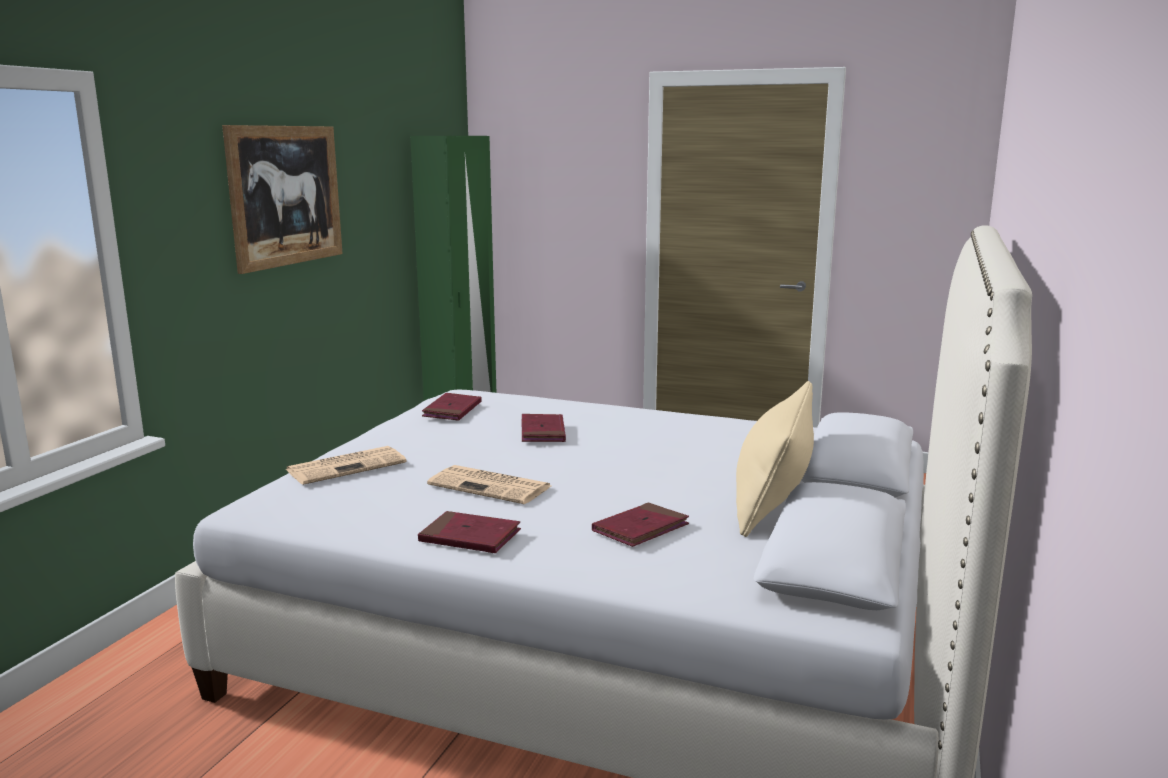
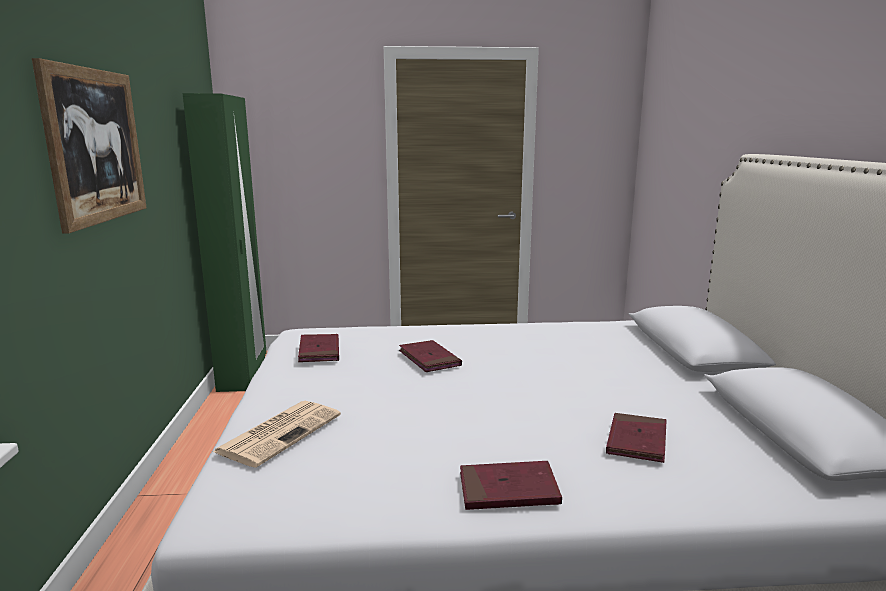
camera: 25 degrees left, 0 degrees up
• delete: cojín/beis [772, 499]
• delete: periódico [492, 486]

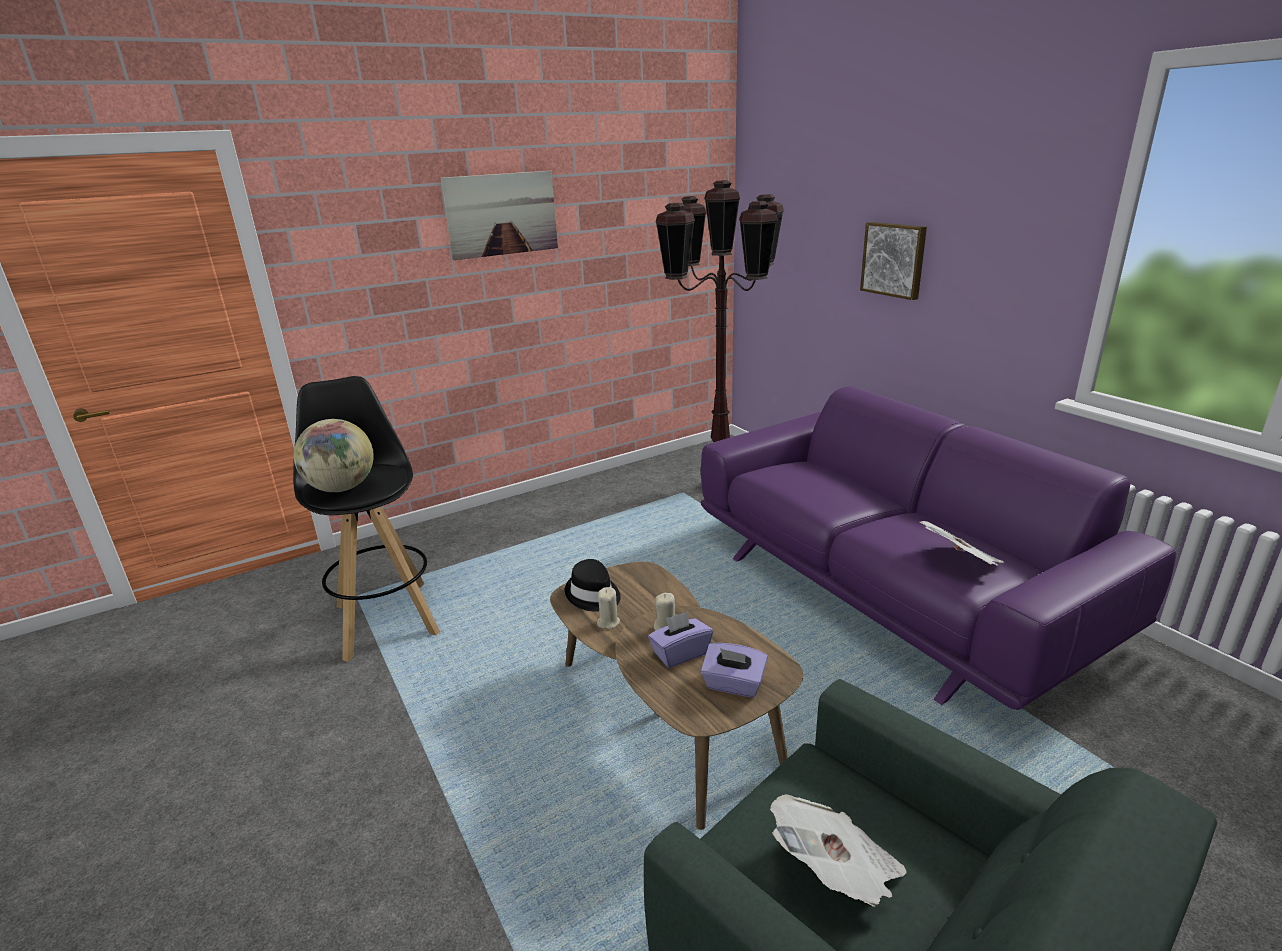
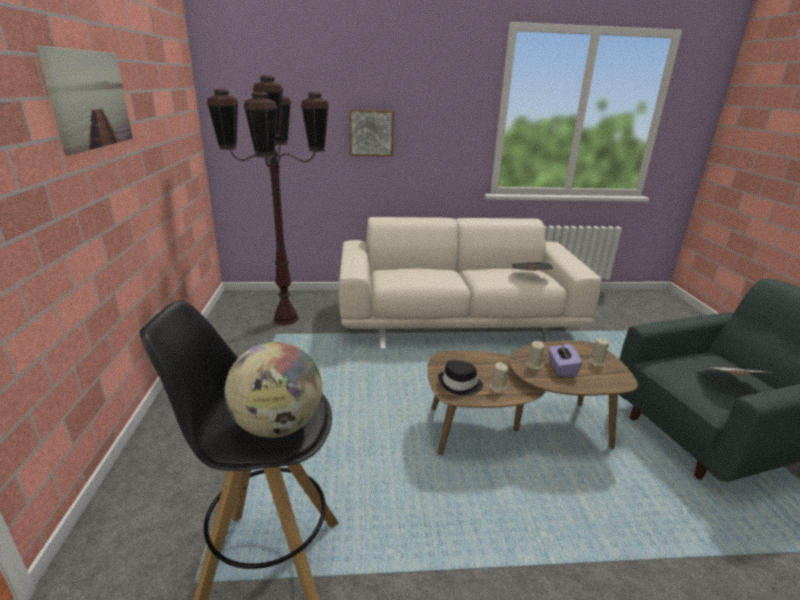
camera: 65 degrees left, 0 degrees up
• recolor: sofá/morado [889, 591] to sofá/beis [457, 320]
• replace: caja de pañuelos/morado [733, 685] to vela/beis [597, 363]

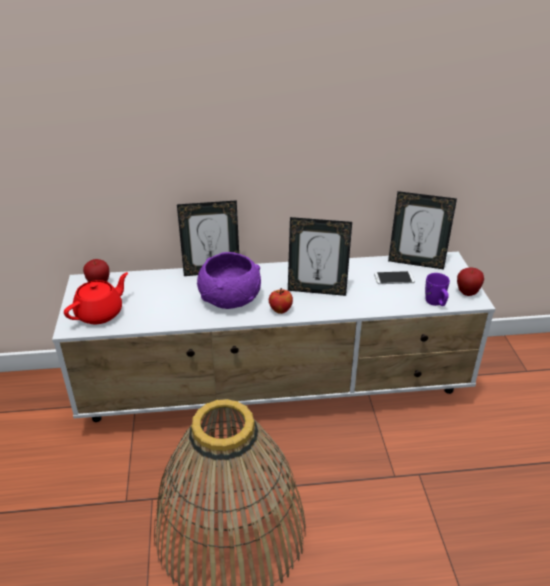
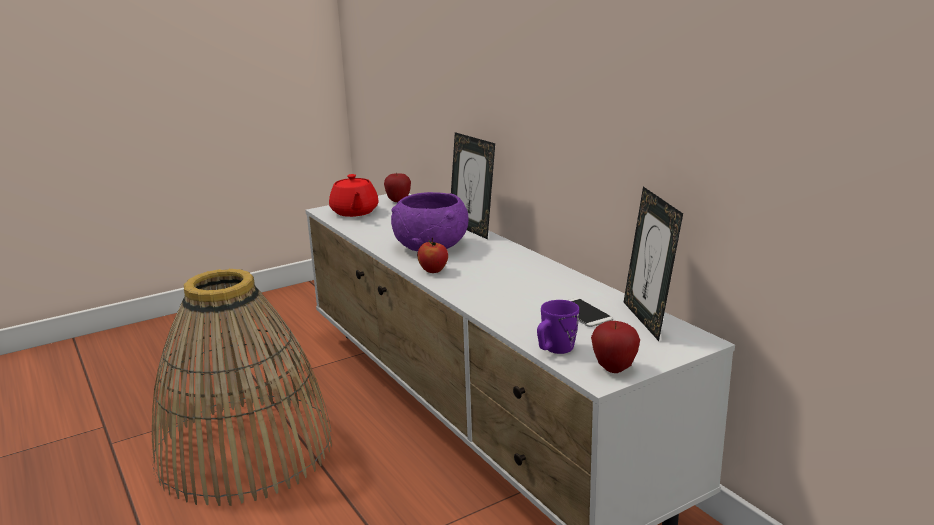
camera: 65 degrees right, 15 degrees down
• delete: portarretratos [317, 290]
• rotate: tetera/rojo [100, 313] = [354, 212] 60 degrees clockwise

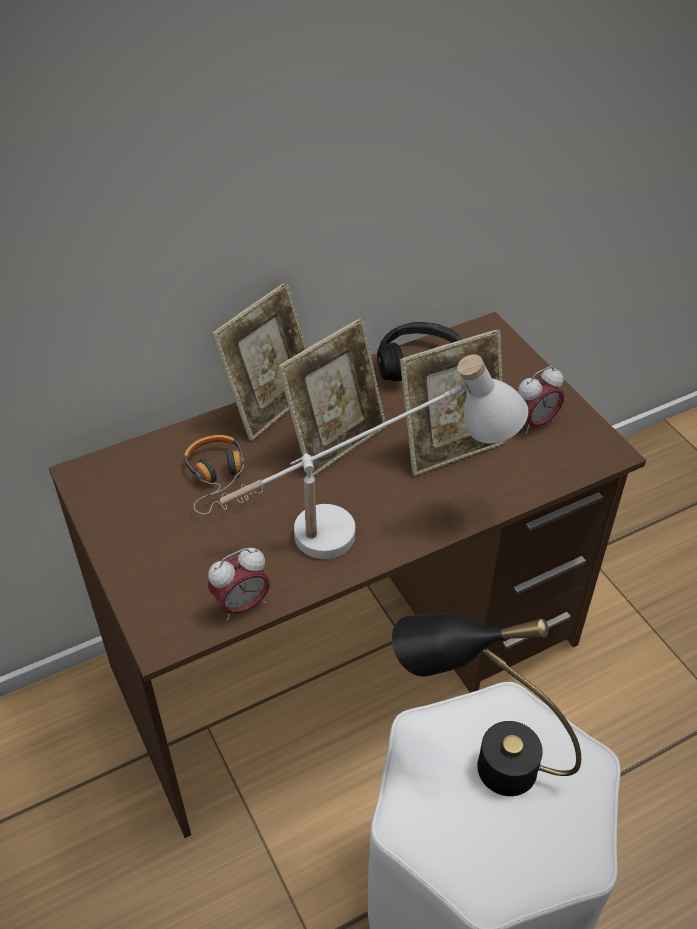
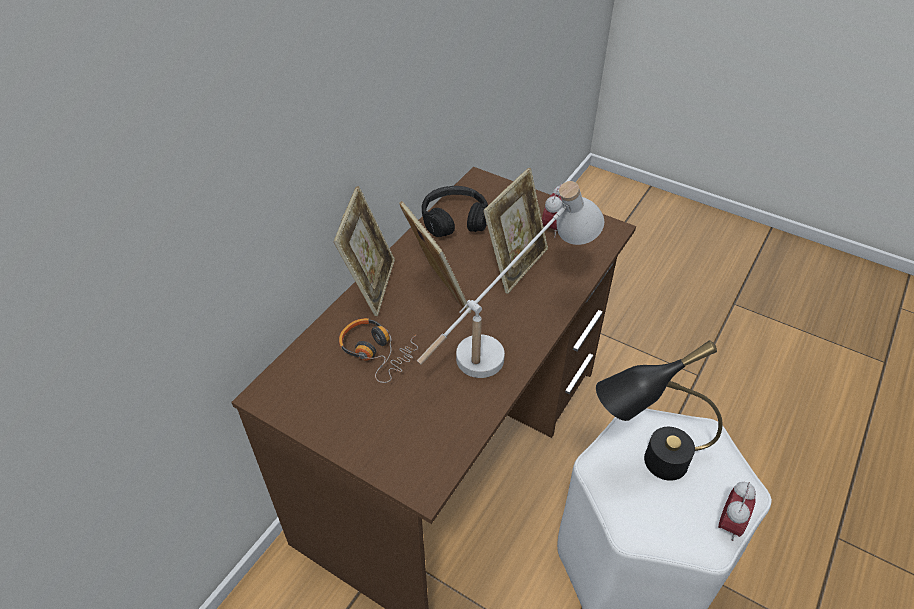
camera: 30 degrees left, 0 degrees up
• rotate: portarretratos [336, 441] = [436, 292] 45 degrees counterclockwise
• move: despertador [241, 605] to [729, 524]

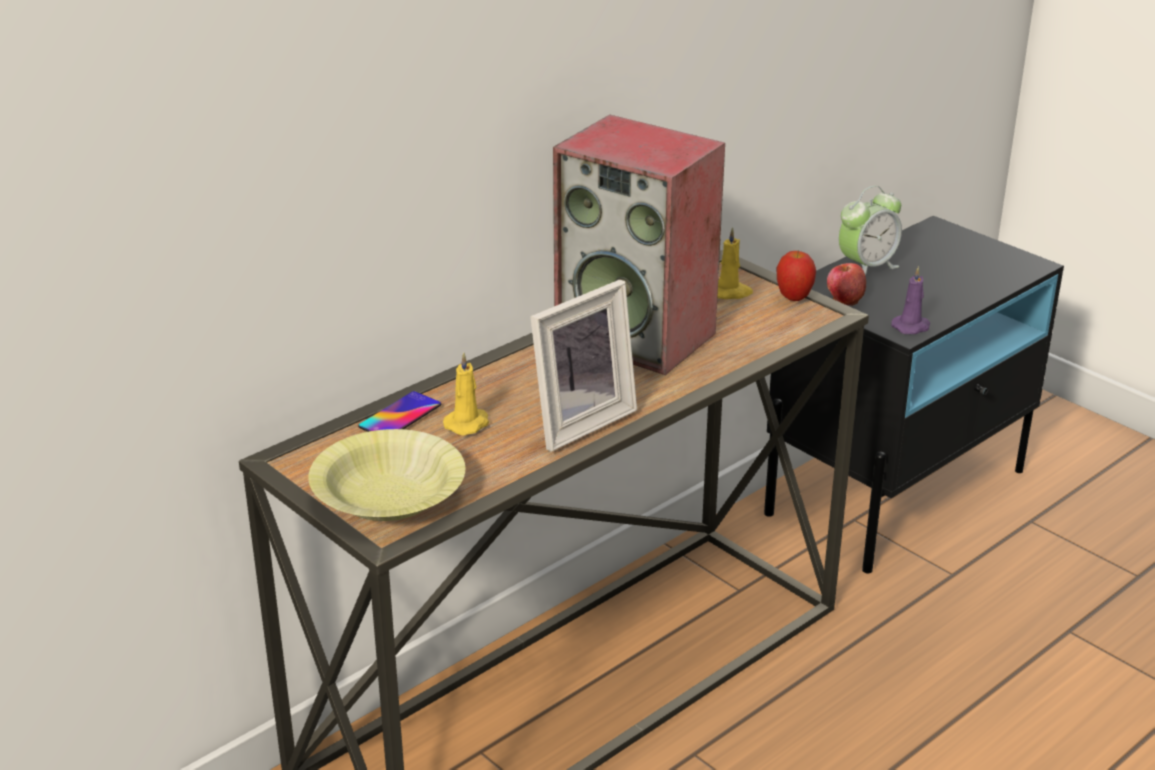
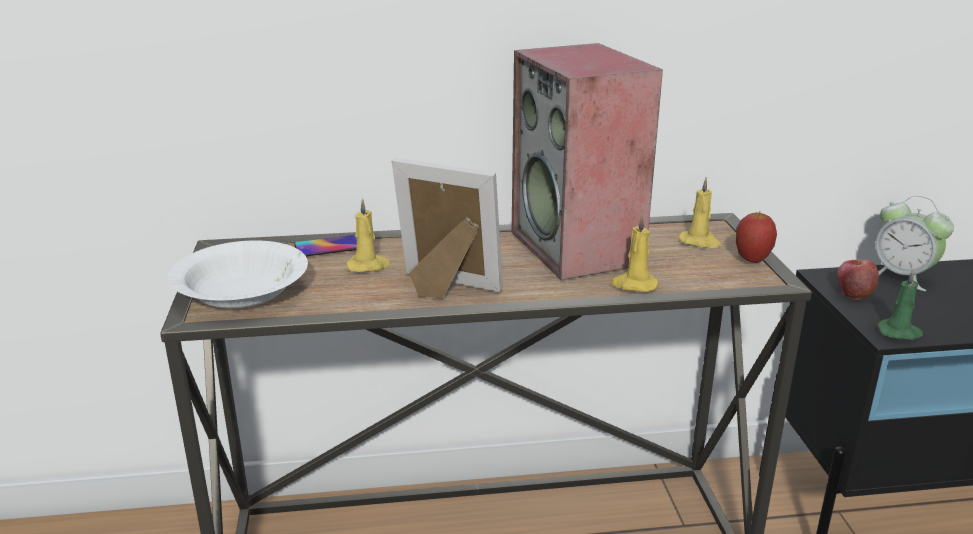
camera: 35 degrees right, 5 degrees down
• rotate: despertador [866, 267] = [902, 276] 45 degrees clockwise
• recolor: vela/morado [912, 327] to vela/verde [900, 332]
• rotate: portarretratos [578, 421] = [445, 289] 150 degrees counterclockwise
• recolor: cuenco/amarillo [389, 495] to cuenco/blanco [242, 291]
• insert: vela/amarillo [633, 284]

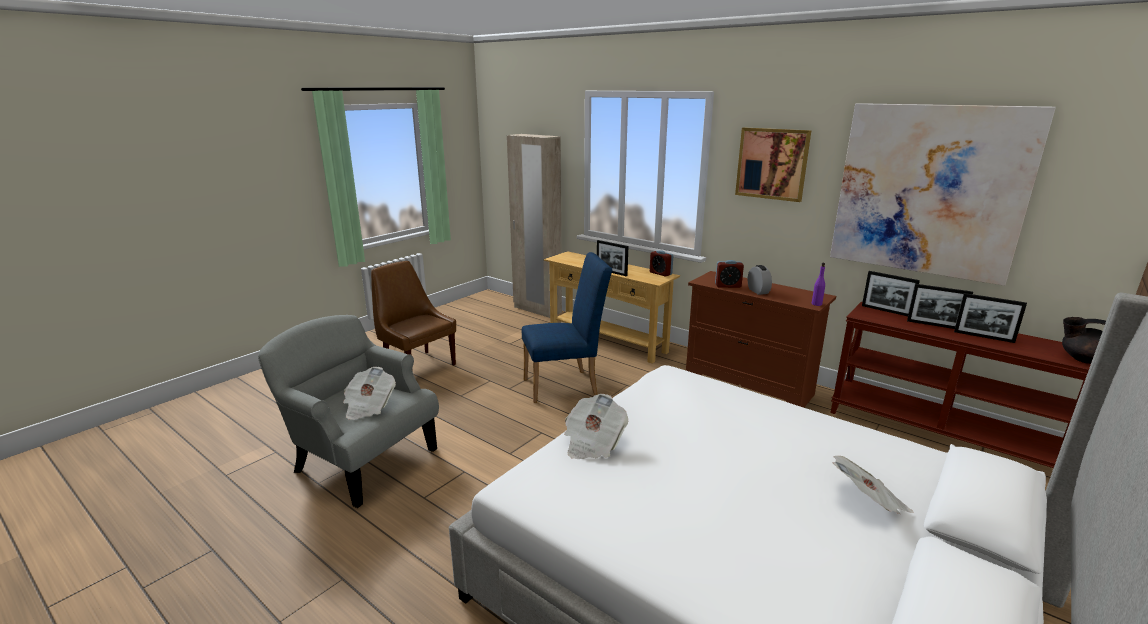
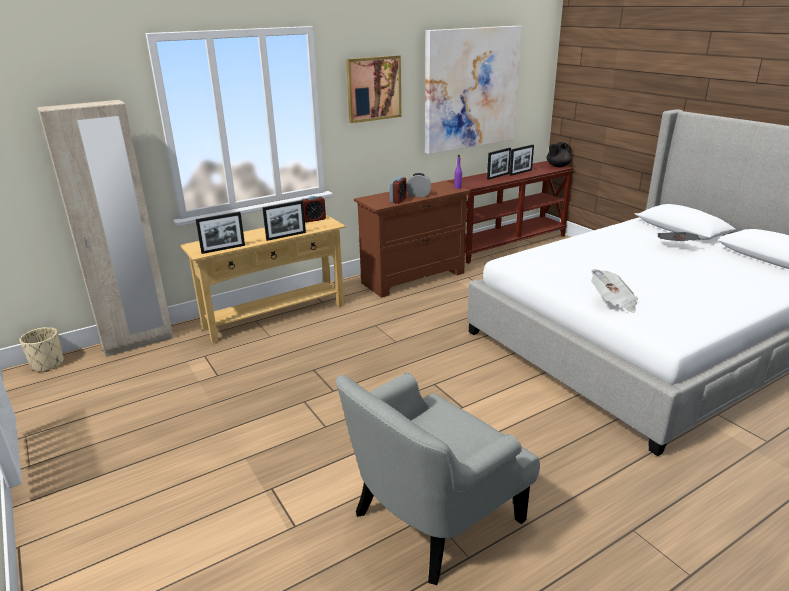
camera: 70 degrees left, 5 degrees up
• delete: silla/azul [566, 385]
• delete: silla/marrón [417, 366]
• move: portarretratos [886, 311] to [223, 249]
• delete: periódico [369, 406]
• insert: maceta/beis [48, 364]

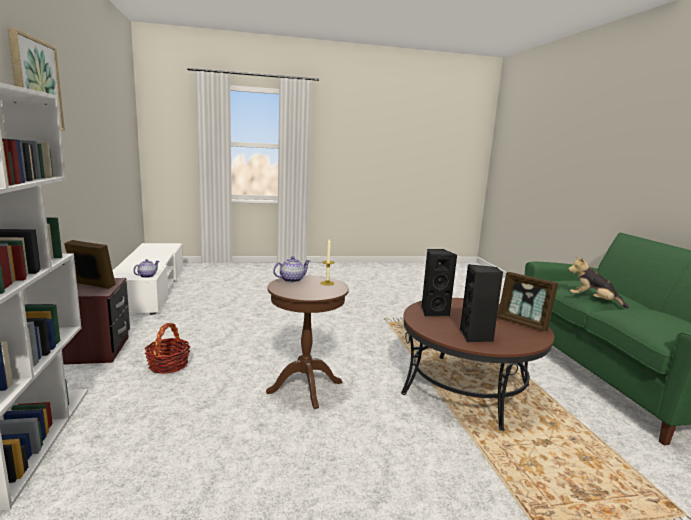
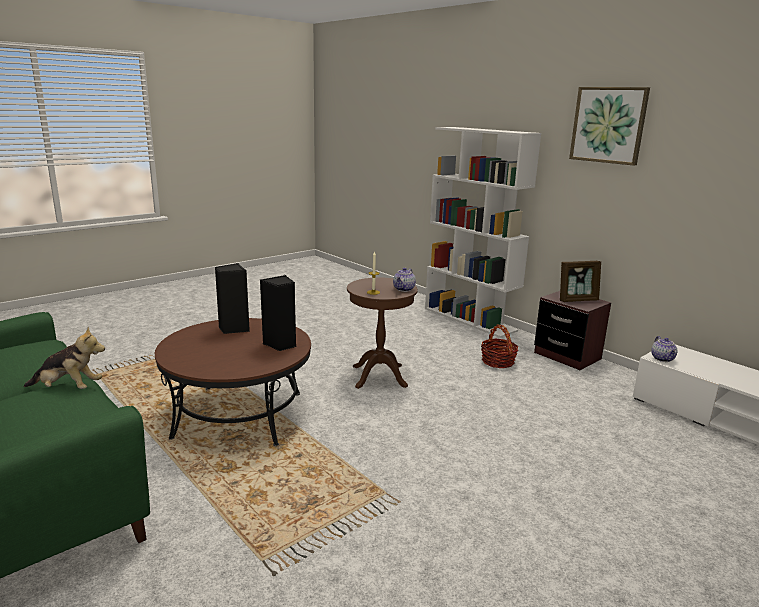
camera: 150 degrees right, 5 degrees up
• delete: portarretratos [523, 323]

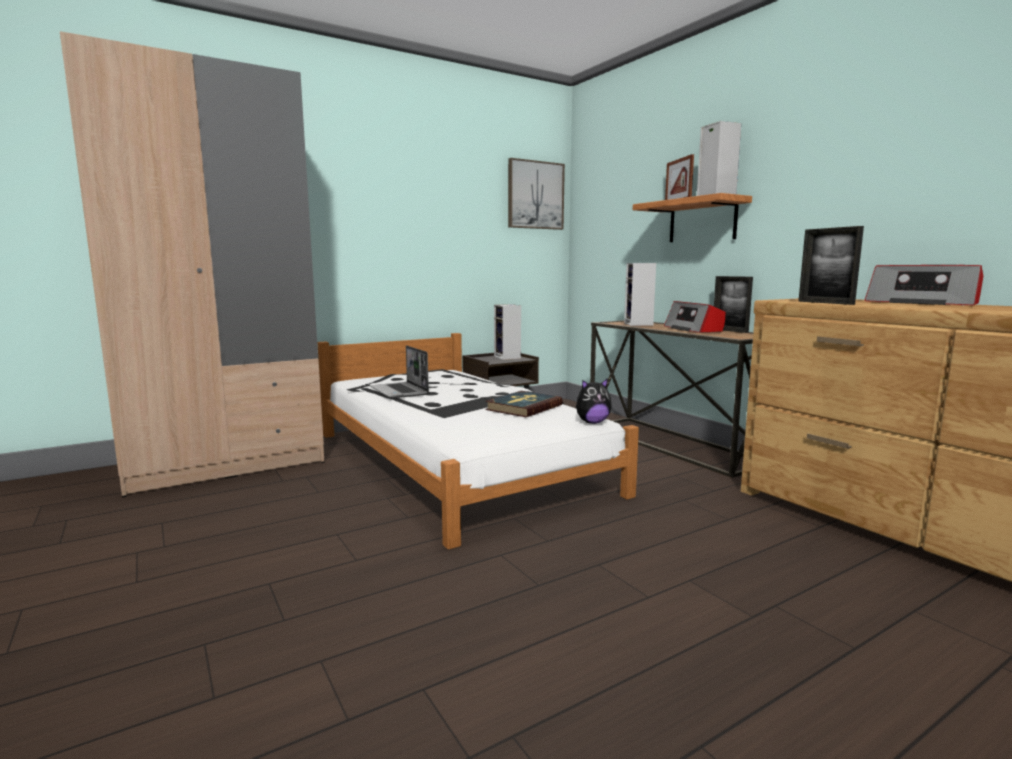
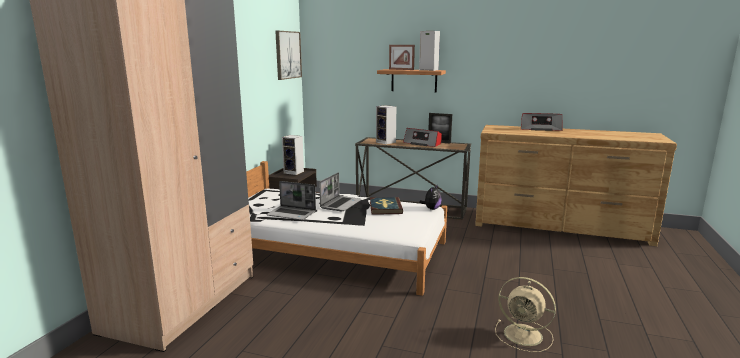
camera: 40 degrees left, 5 degrees up
• delete: portarretratos [825, 303]
• insert: portátil [341, 204]
• insert: ventilador/beis [524, 335]

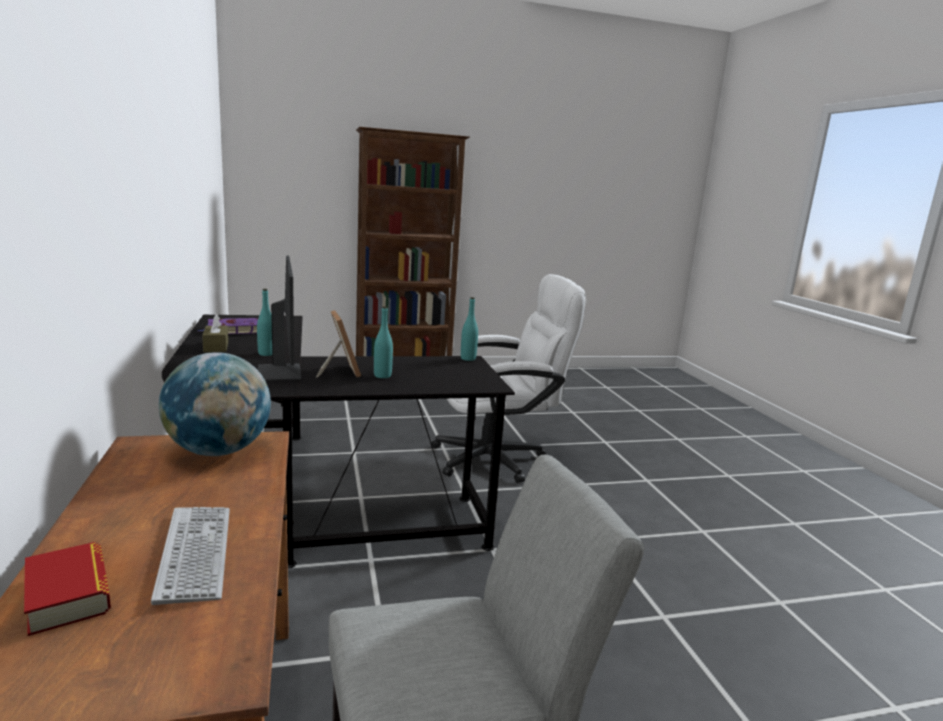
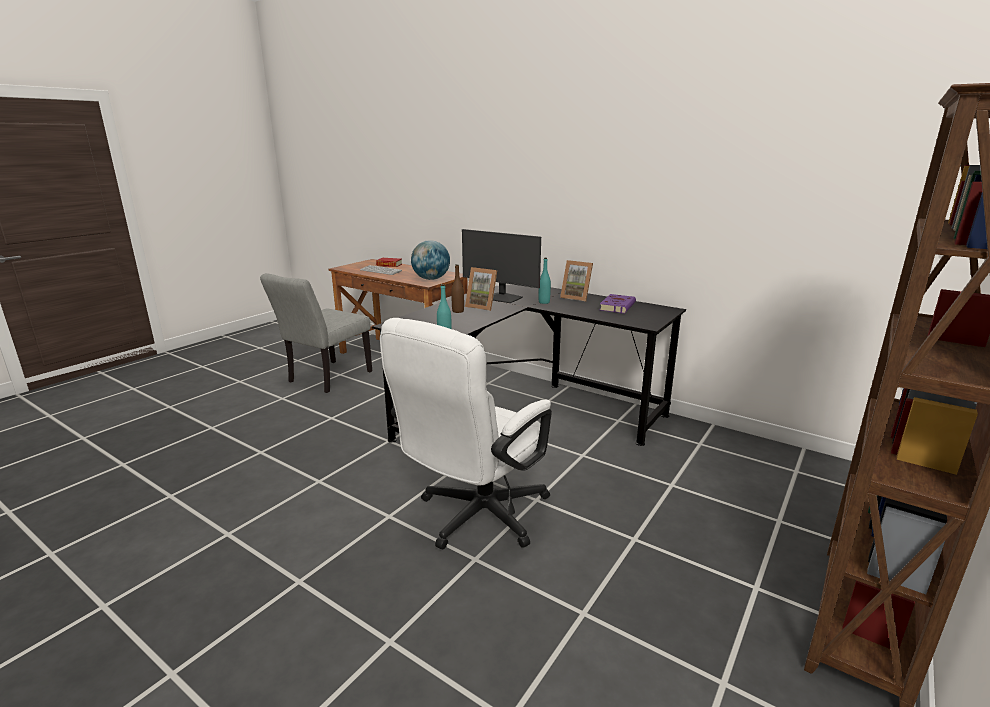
camera: 140 degrees right, 5 degrees up
• recolor: botella/turquesa [382, 376] to botella/marrón [458, 311]
• replace: caja de pañuelos/marrón [216, 346] to portarretratos [576, 297]

